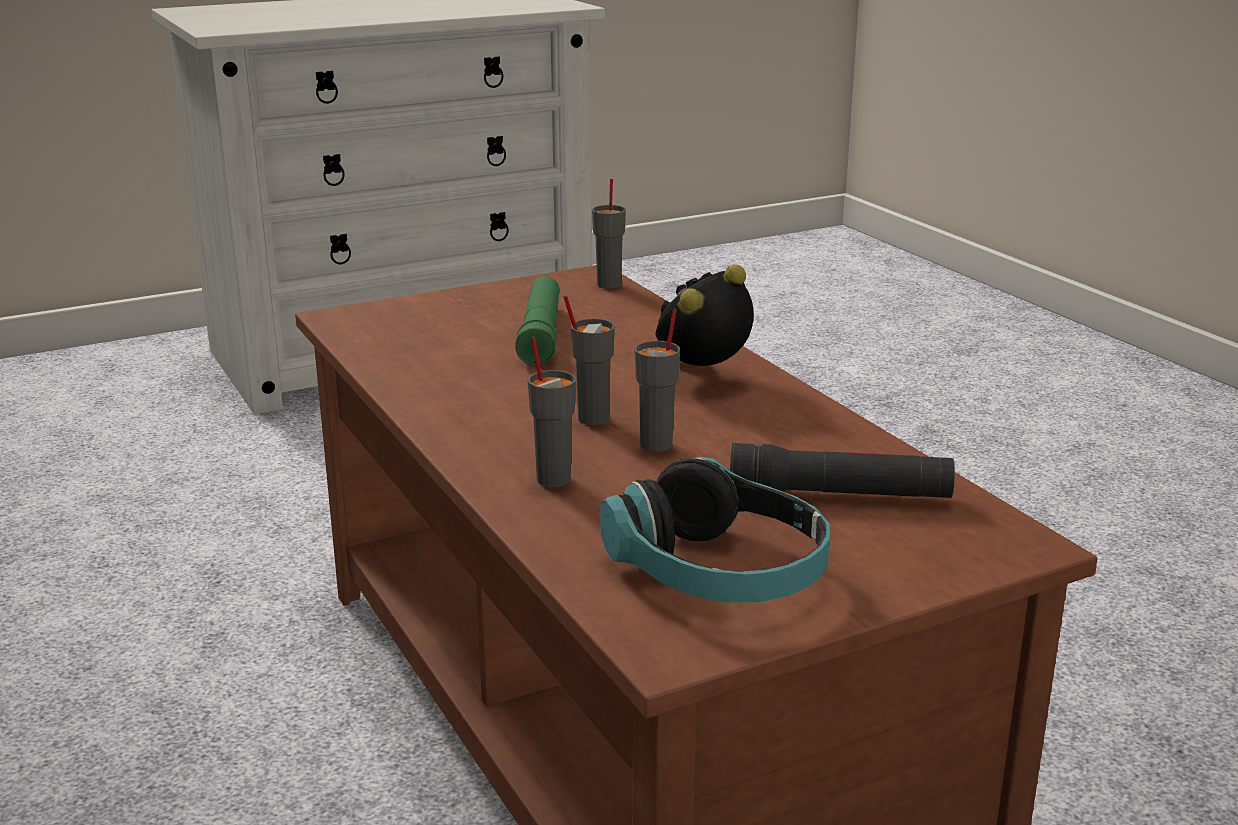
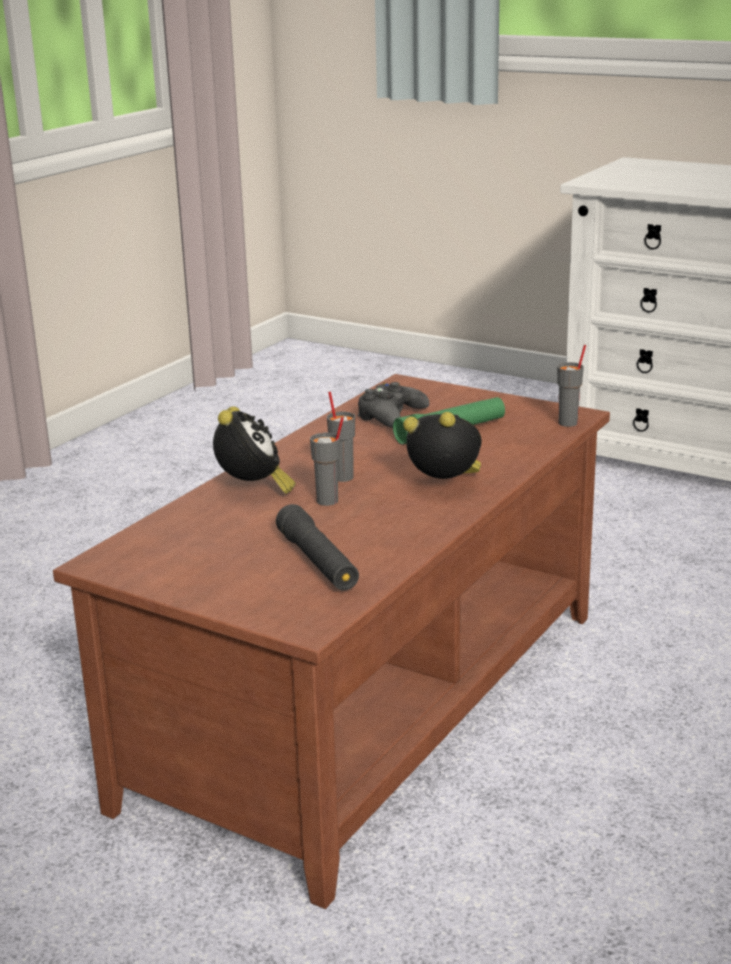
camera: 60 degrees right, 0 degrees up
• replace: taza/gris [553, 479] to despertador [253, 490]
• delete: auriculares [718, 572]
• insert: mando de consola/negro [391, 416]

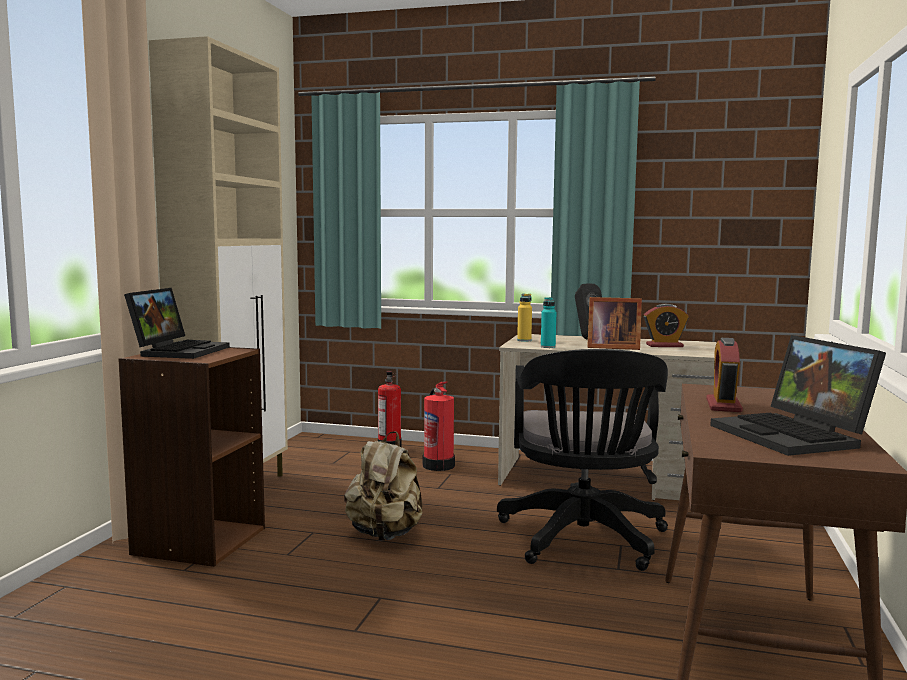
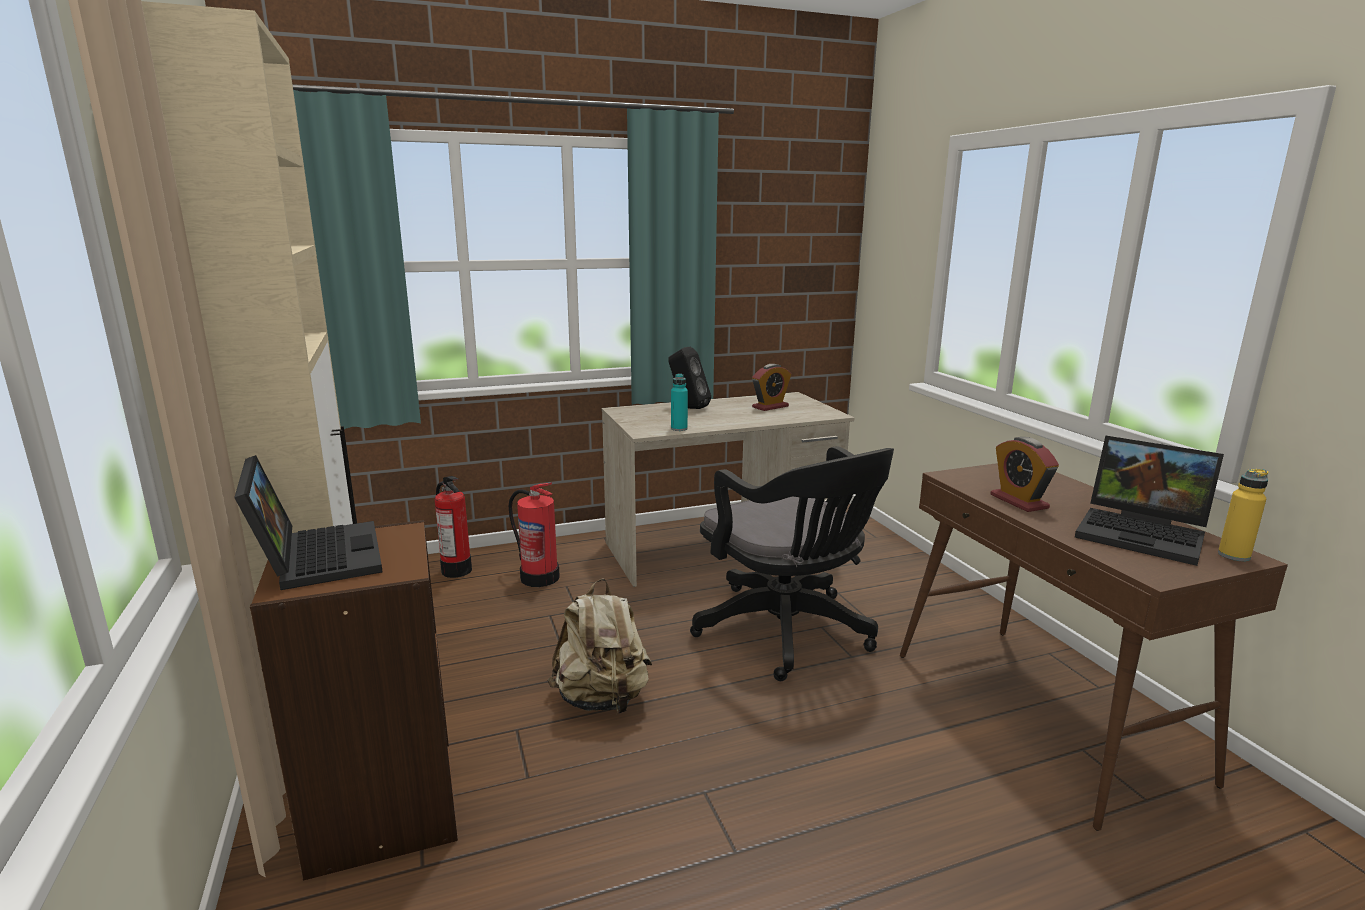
camera: 35 degrees left, 10 degrees up
• move: botella/amarillo [524, 340] to [1234, 555]
• delete: portarretratos [611, 347]

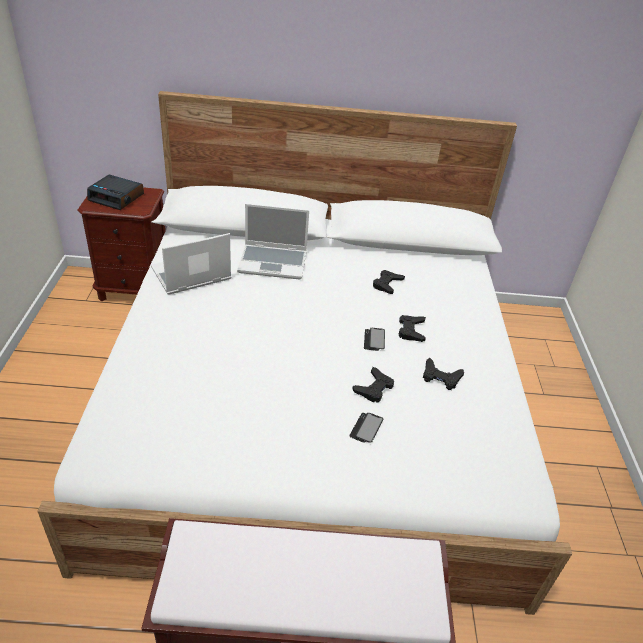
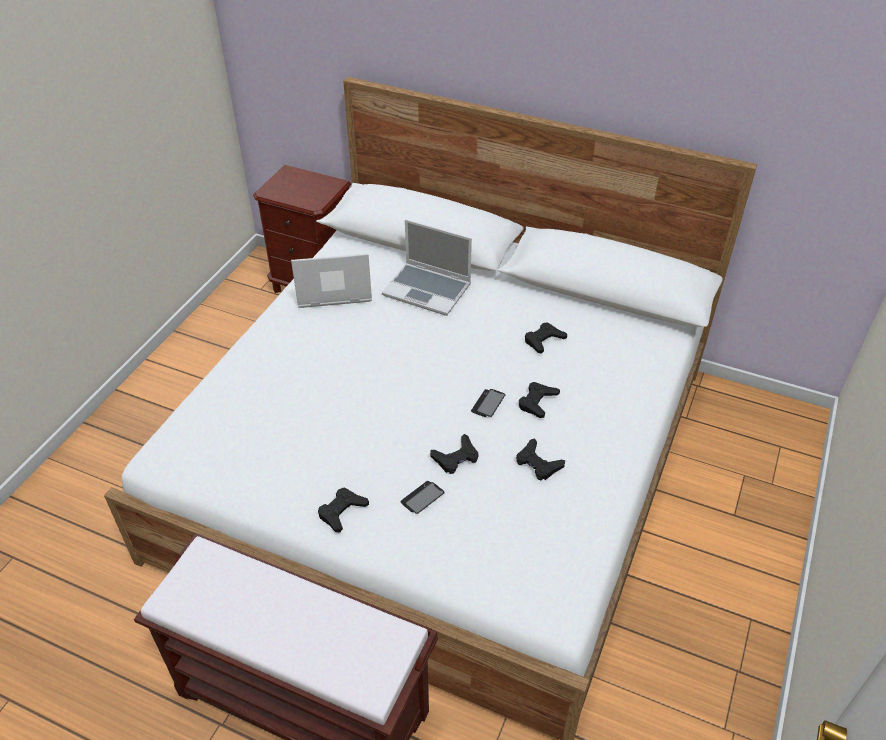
camera: 25 degrees right, 5 degrees up
• delete: despertador [117, 197]
• insert: mando de consola/negro [342, 512]

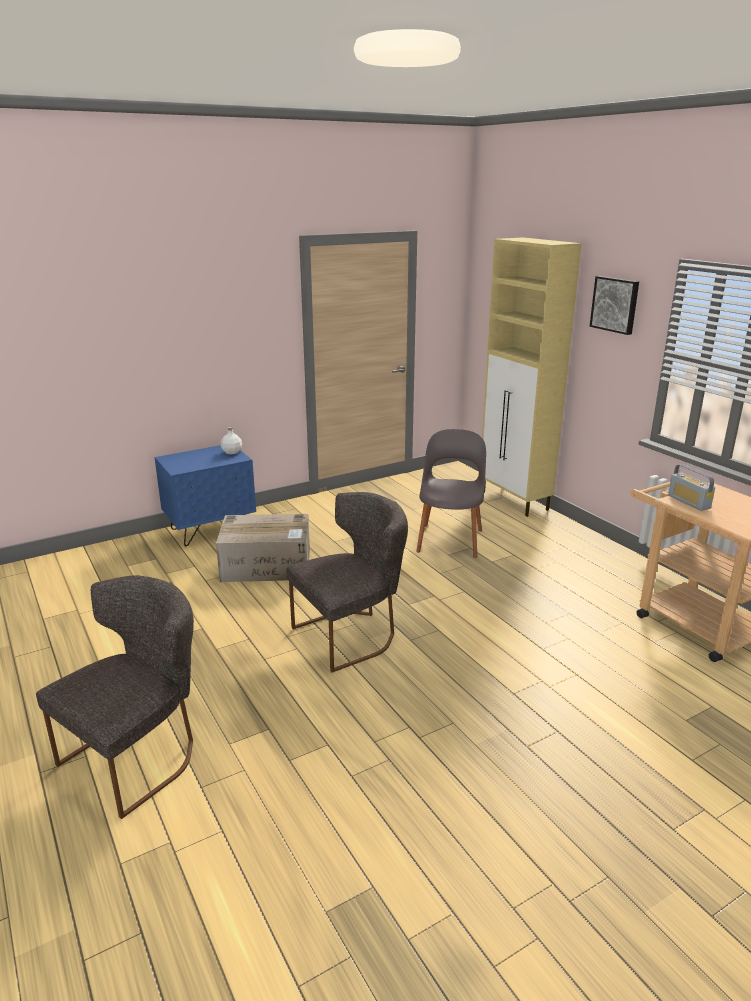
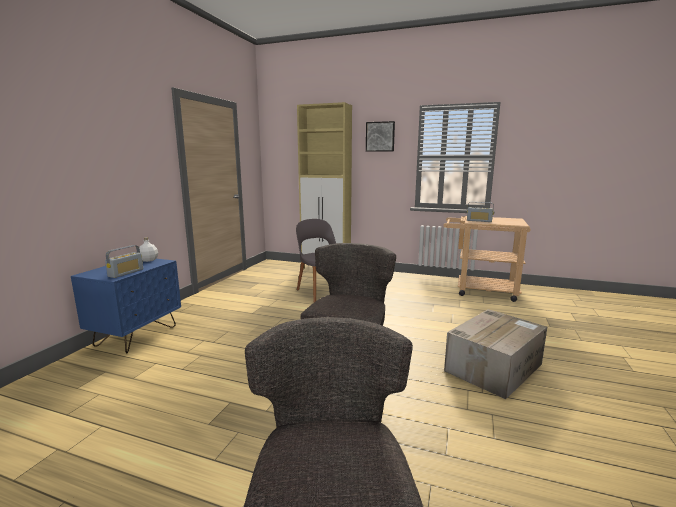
camera: 40 degrees left, 10 degrees down
• move: caja de cartón [268, 565] to [494, 367]
• insert: radio [126, 273]

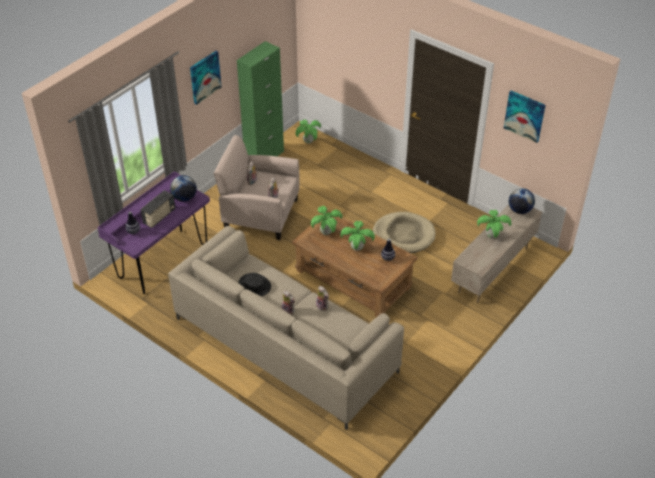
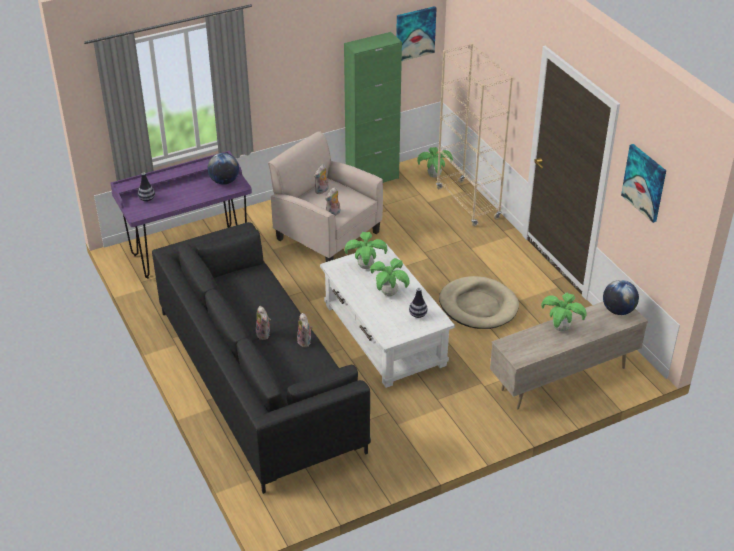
camera: 25 degrees right, 5 degrees down
• move: cuadro [205, 77] to [415, 33]
• delete: radio [159, 217]
• recolor: mesa de centro/marrón [352, 279] to mesa de centro/blanco [384, 334]
• recolor: sofá/beis [285, 344] to sofá/negro [259, 378]
• delete: sombrero/negro [254, 285]
• insert: estantería/beis [468, 203]

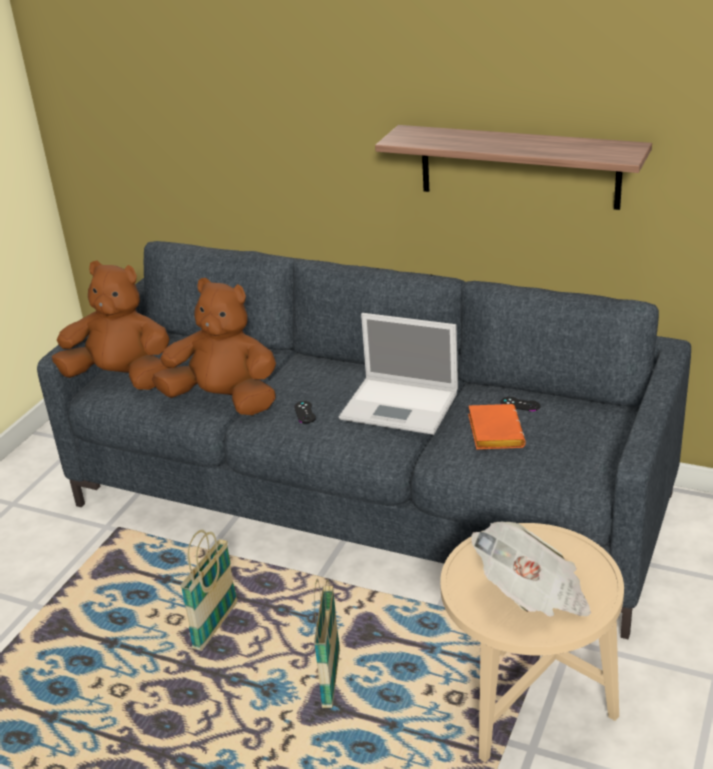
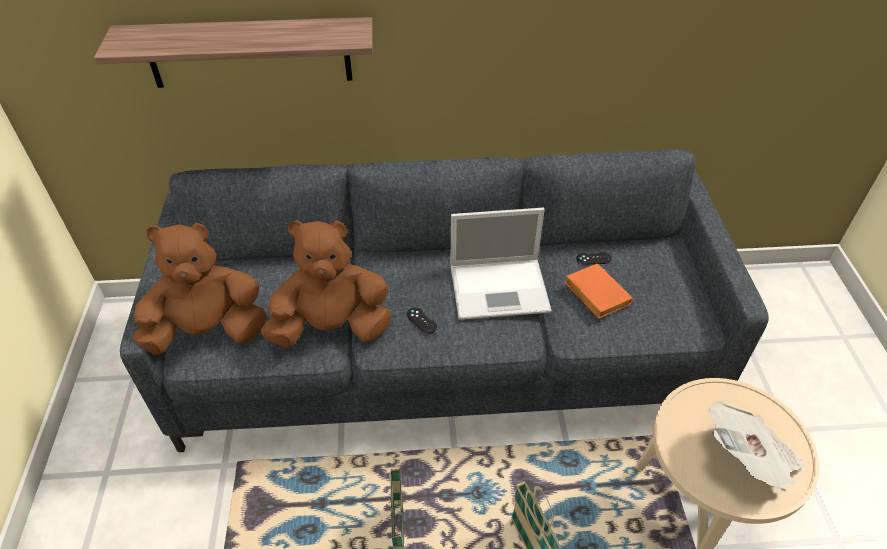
camera: 30 degrees left, 15 degrees up
• move: estante [519, 166] to [249, 53]

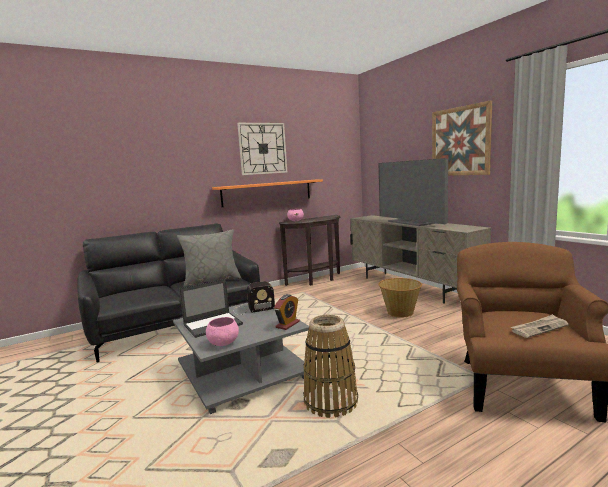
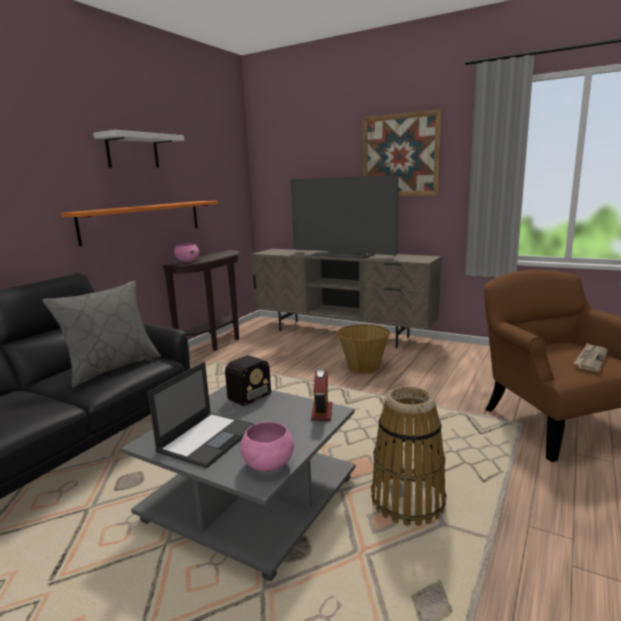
camera: 30 degrees left, 5 degrees up
• replace: reloj de pared [262, 148] to estante/blanco [132, 151]

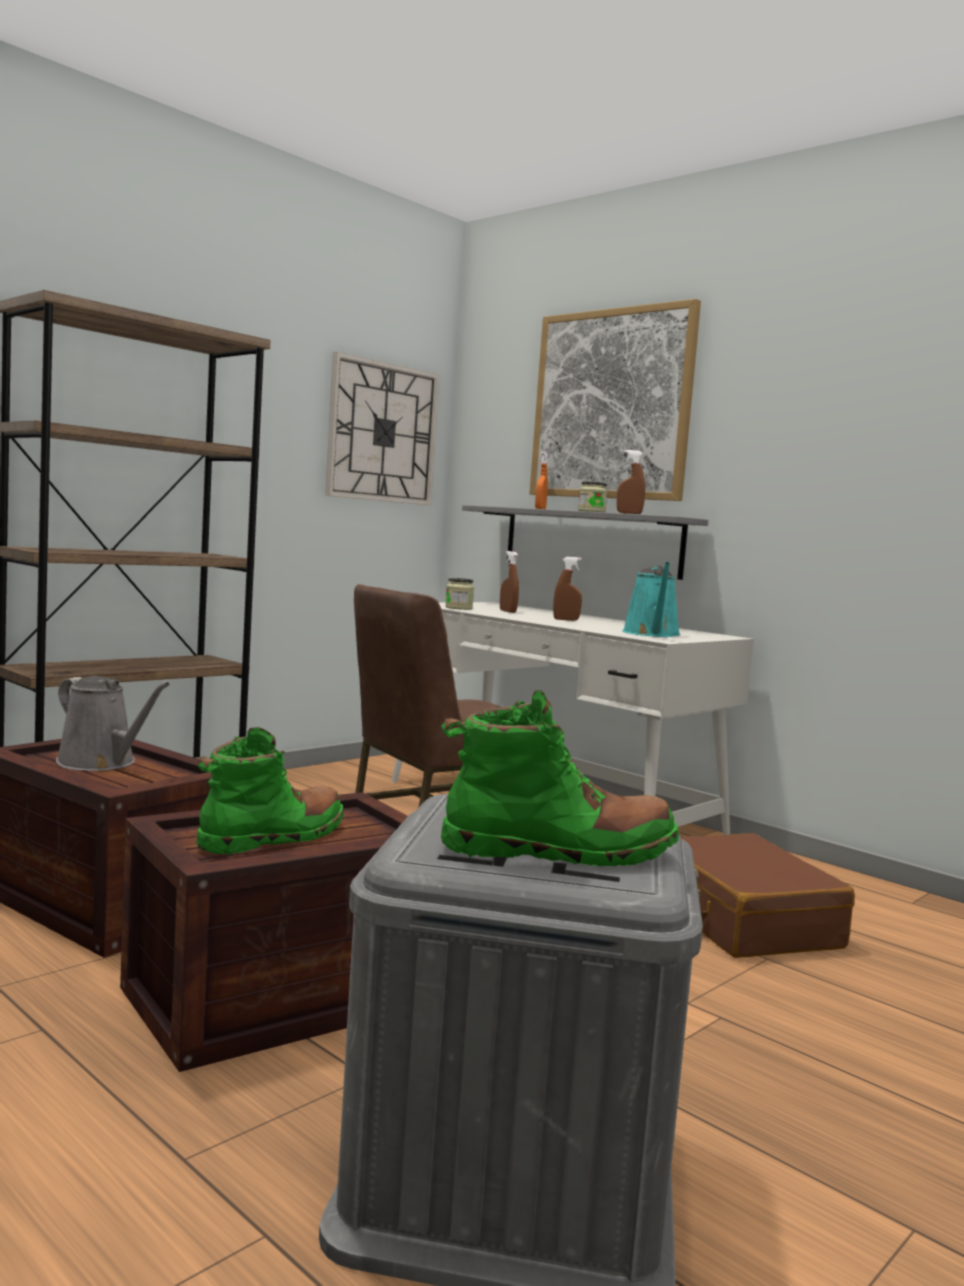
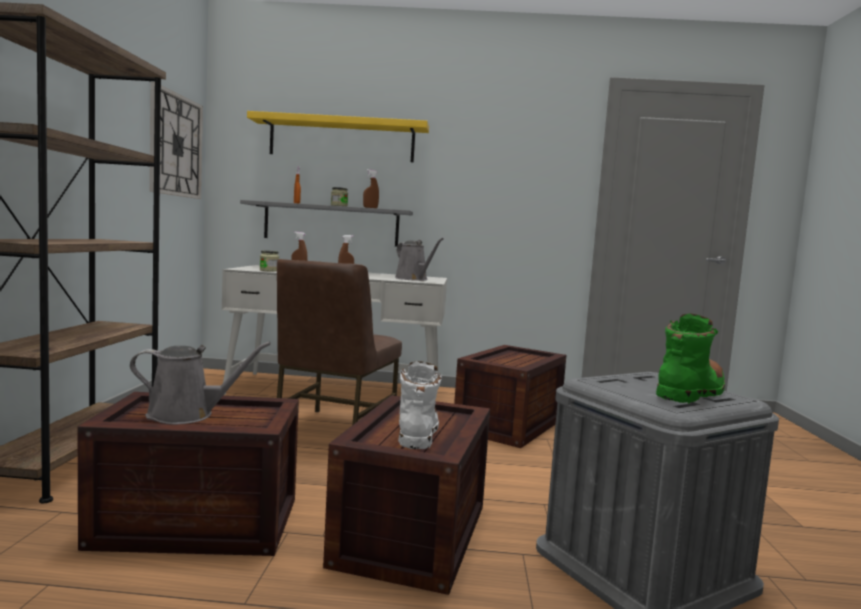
camera: 40 degrees left, 0 degrees up
• replace: cuadro [611, 405] to estante/amarillo [342, 140]
• recolor: regadera/turquesa [652, 634] to regadera/gris [413, 279]
• recolor: bota/verde [273, 837] to bota/blanco [417, 432]
• replace: maleta/marrón [741, 920] to caja de embalaje [509, 425]

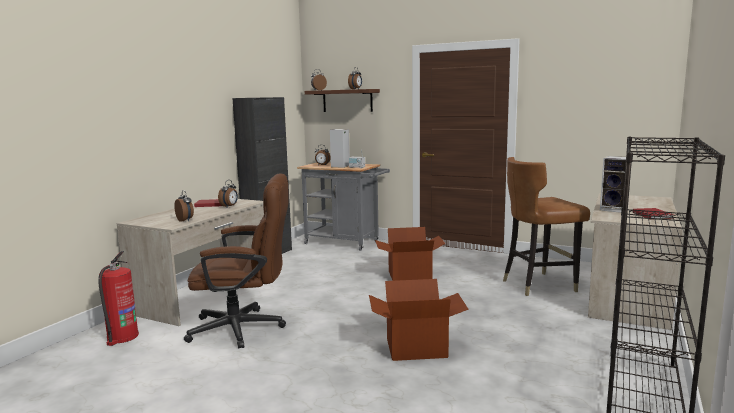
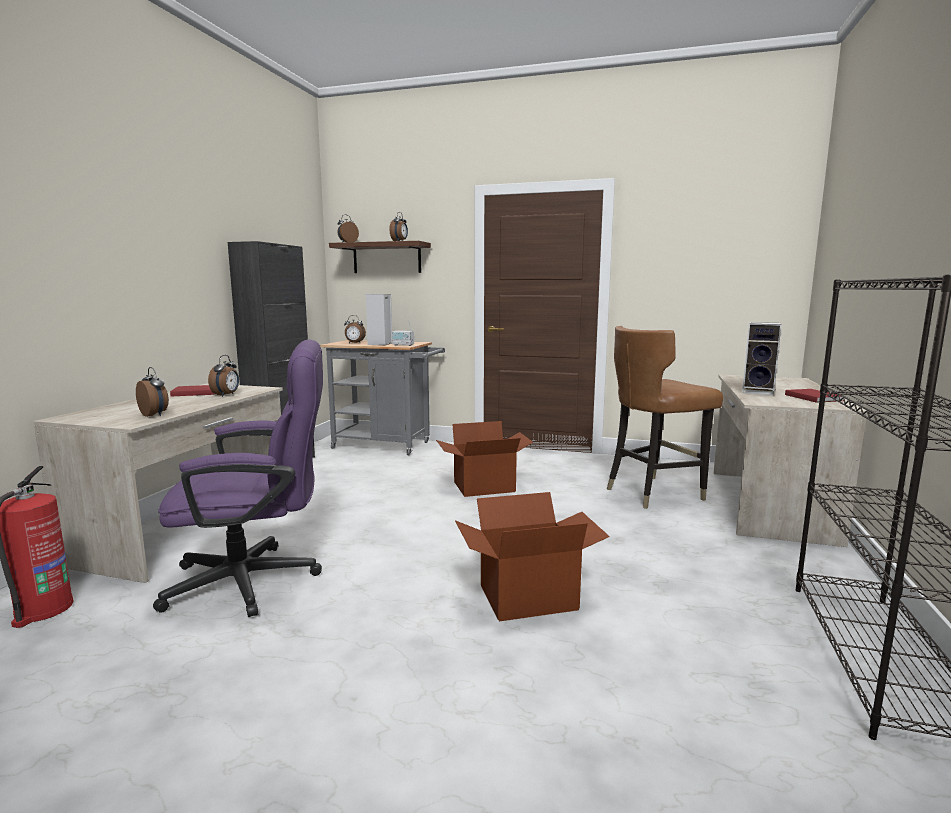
camera: 10 degrees left, 0 degrees up
• recolor: silla de oficina/marrón [245, 328] to silla de oficina/morado [257, 580]

